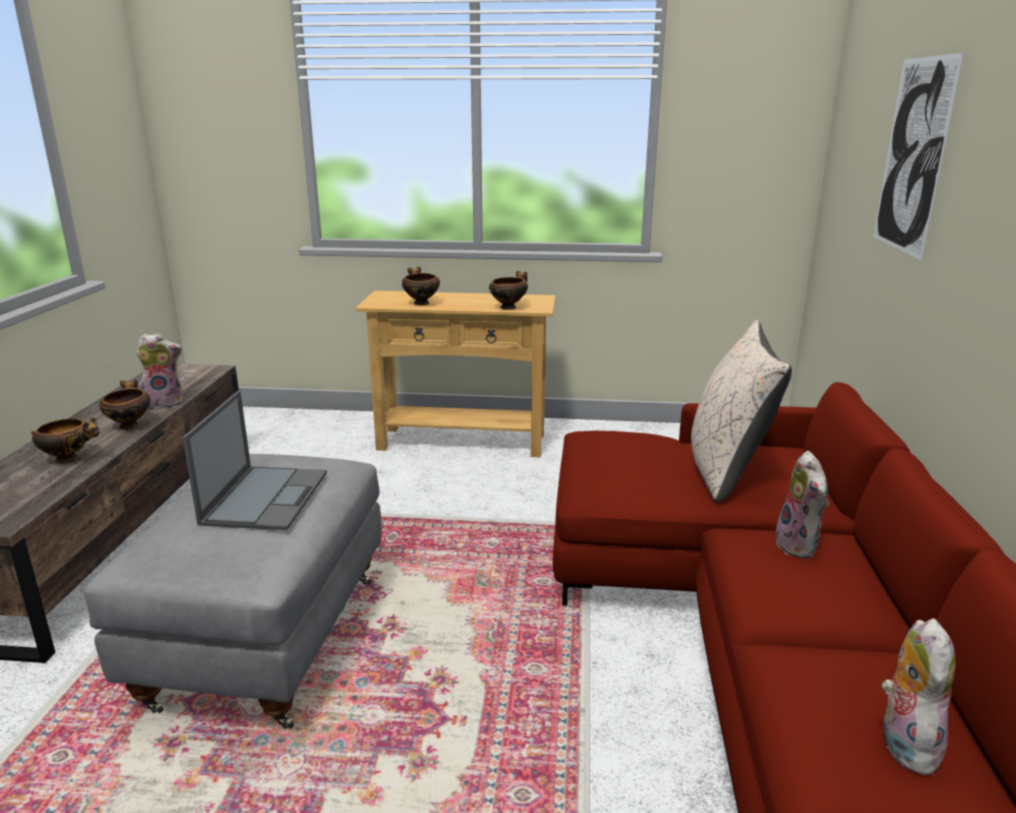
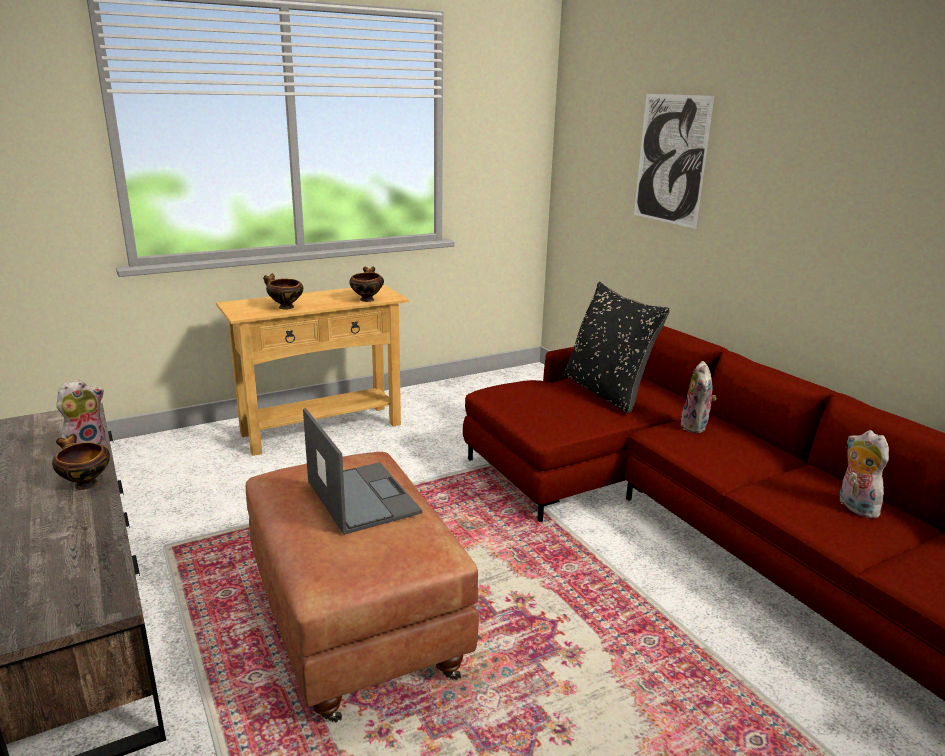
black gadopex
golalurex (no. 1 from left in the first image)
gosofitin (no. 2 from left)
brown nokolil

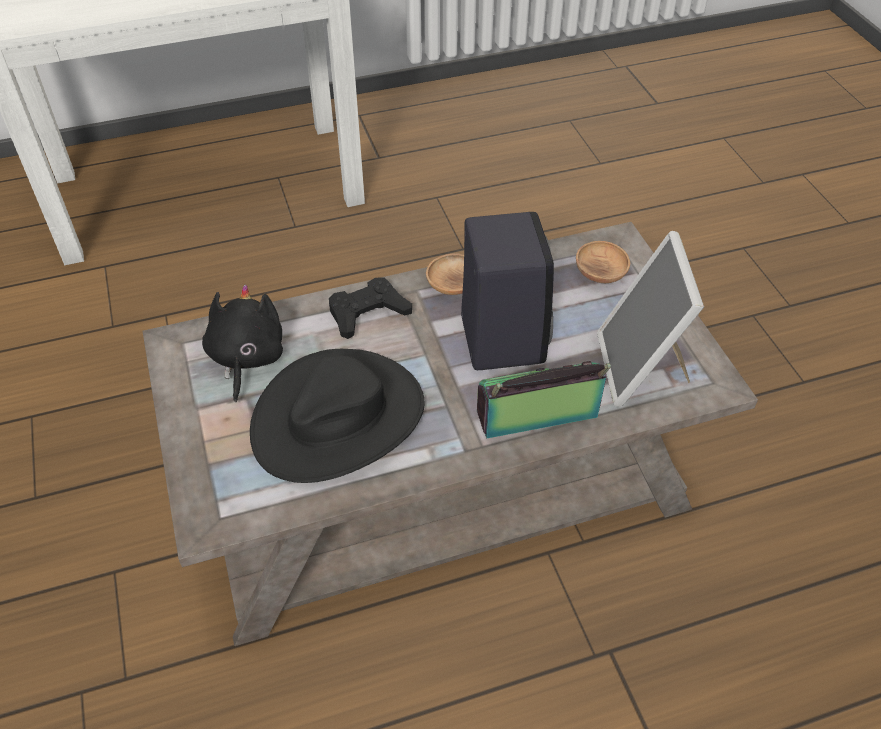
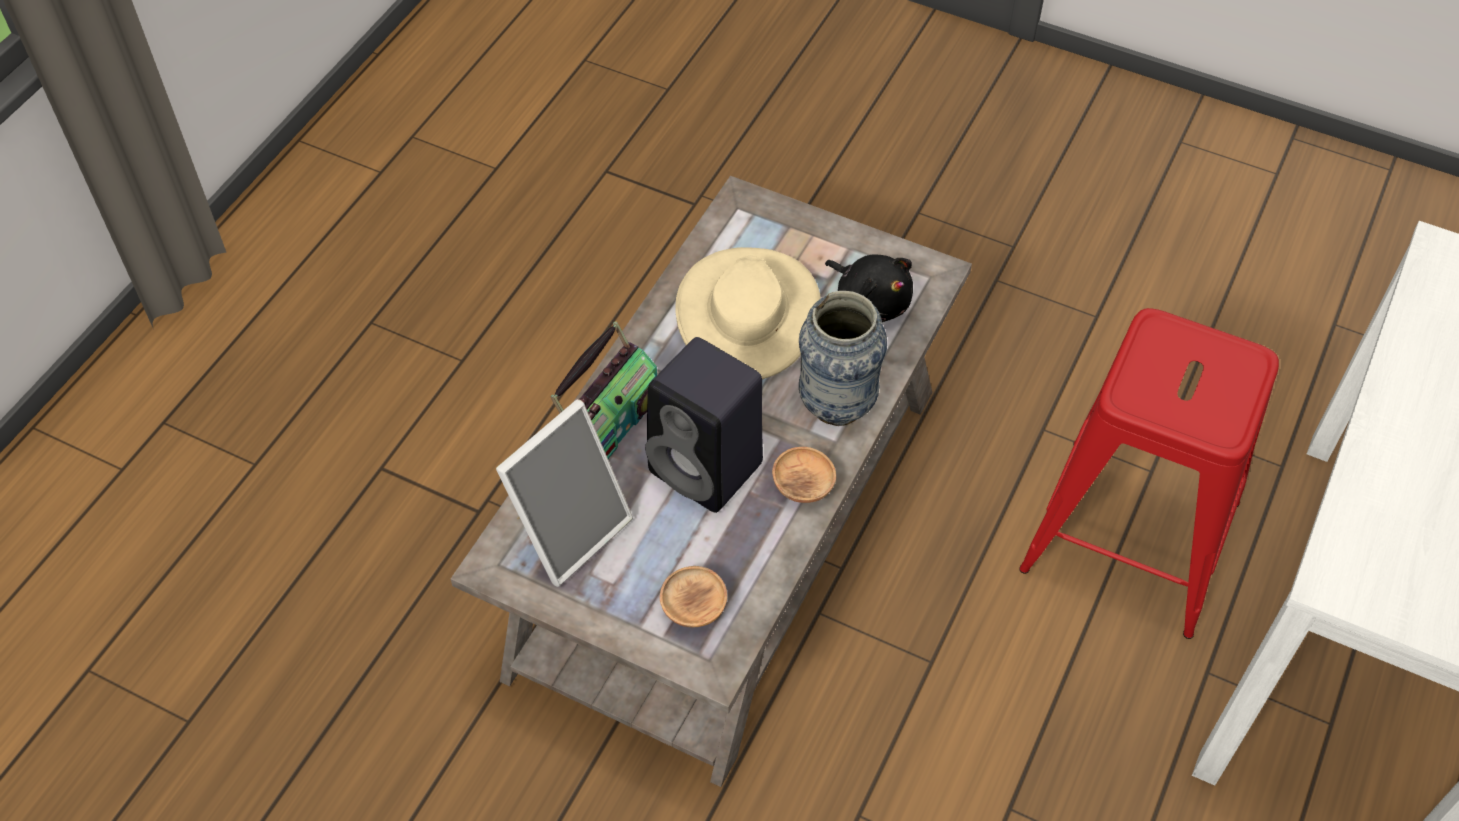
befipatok
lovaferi
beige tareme
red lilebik

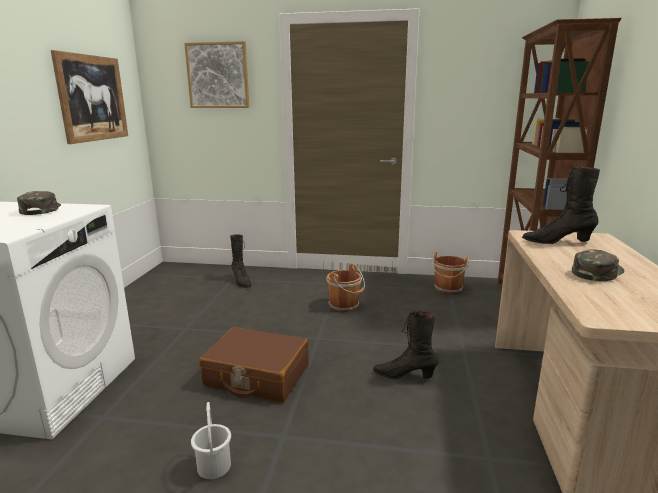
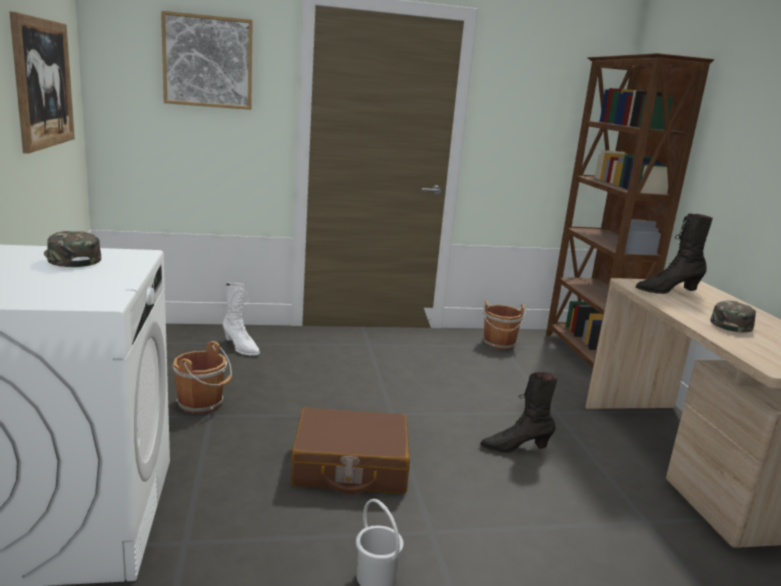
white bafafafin
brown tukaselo (no. 1 from left)

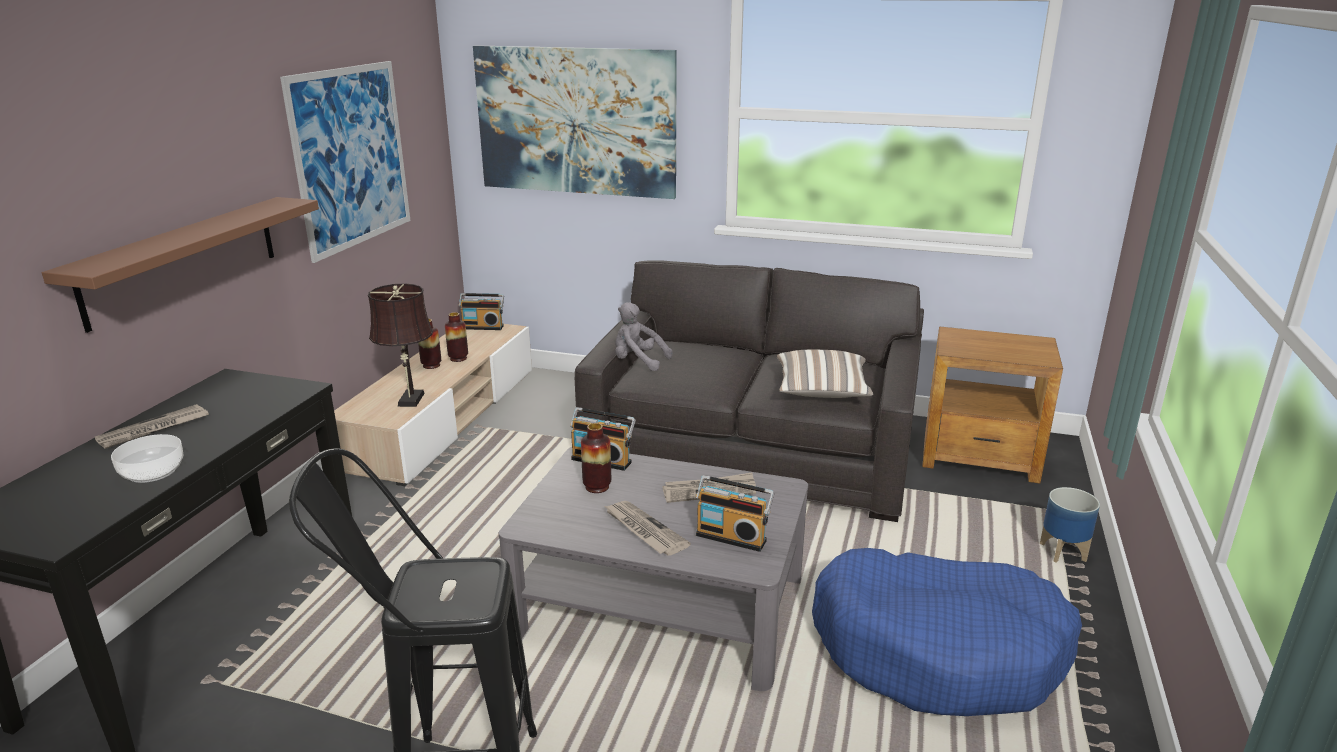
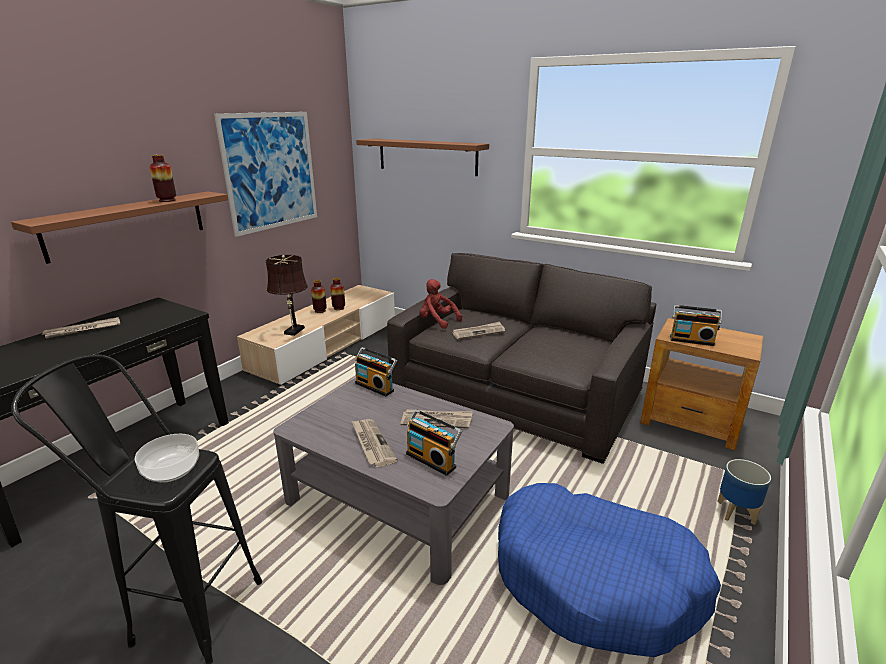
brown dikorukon (no. 2 from left)
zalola (no. 3 from left)
red gosofitin
gadopex
lovaferi (no. 1 from left)
golalurex
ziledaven (no. 4 from left)

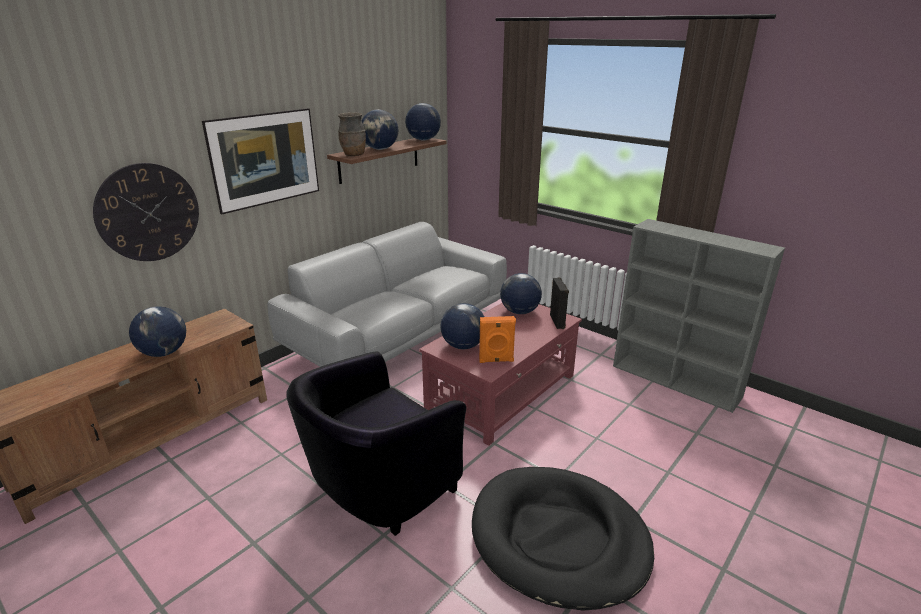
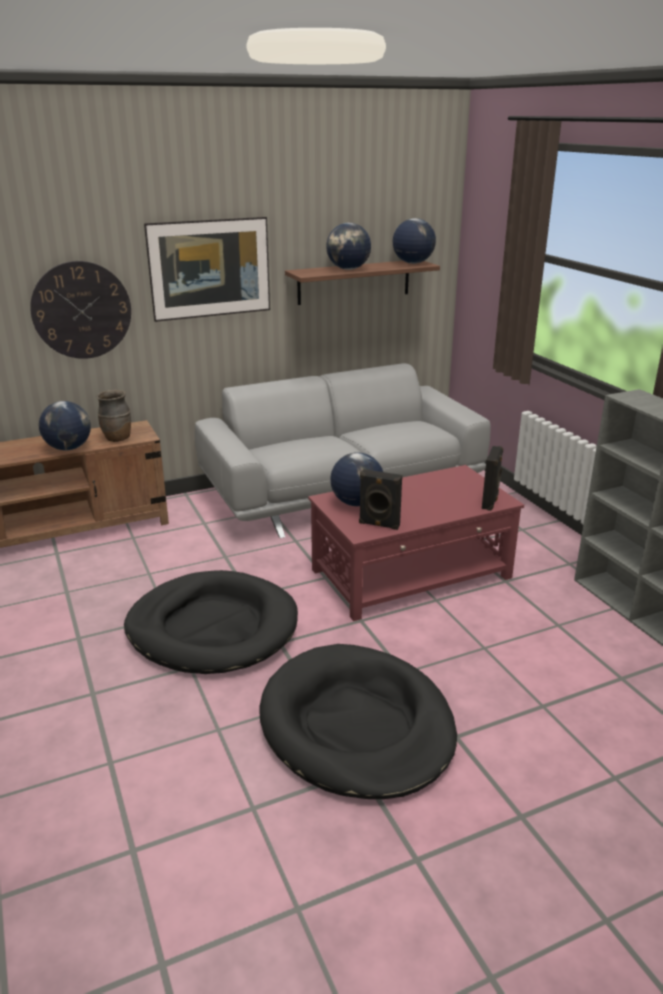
brown lovaferi
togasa (no. 5 from left in the first image)
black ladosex (no. 1 from left)
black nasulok (no. 1 from left)

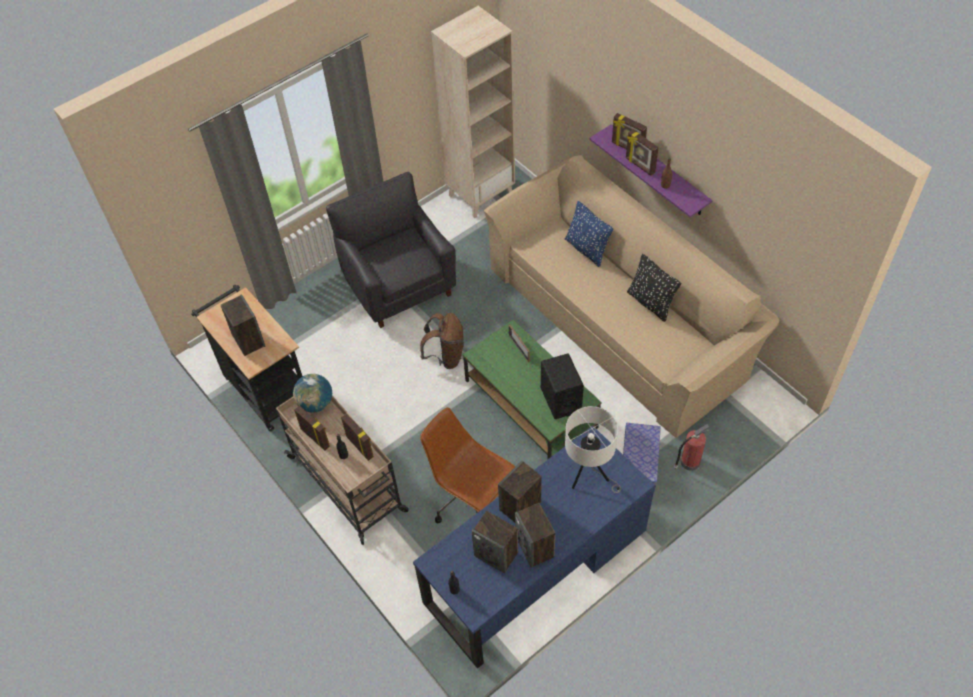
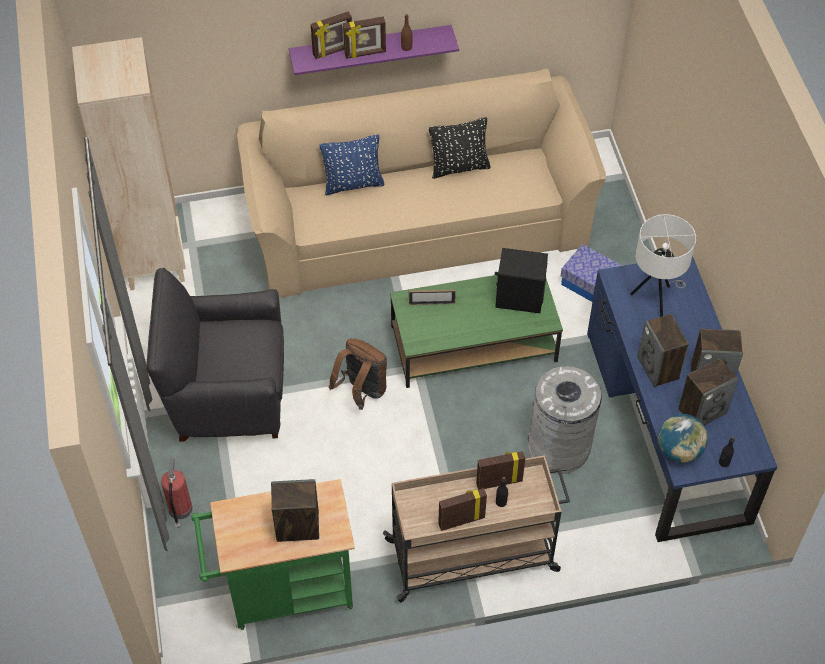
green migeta
togasa
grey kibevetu
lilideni

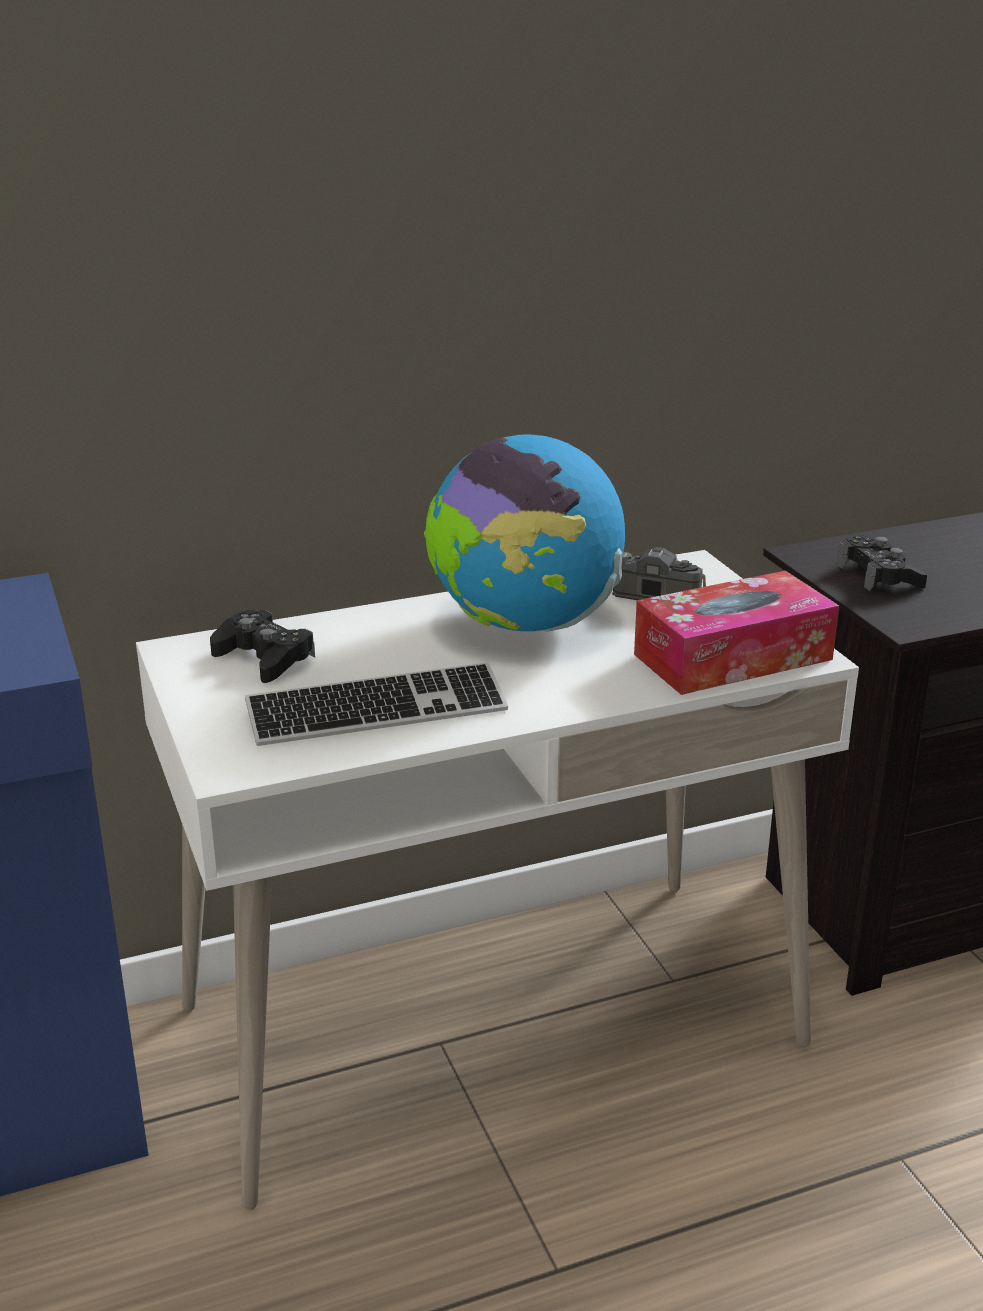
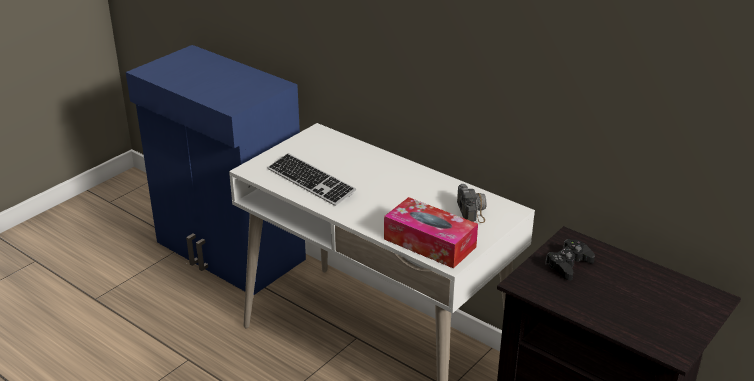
togasa
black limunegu (no. 1 from left in the first image)

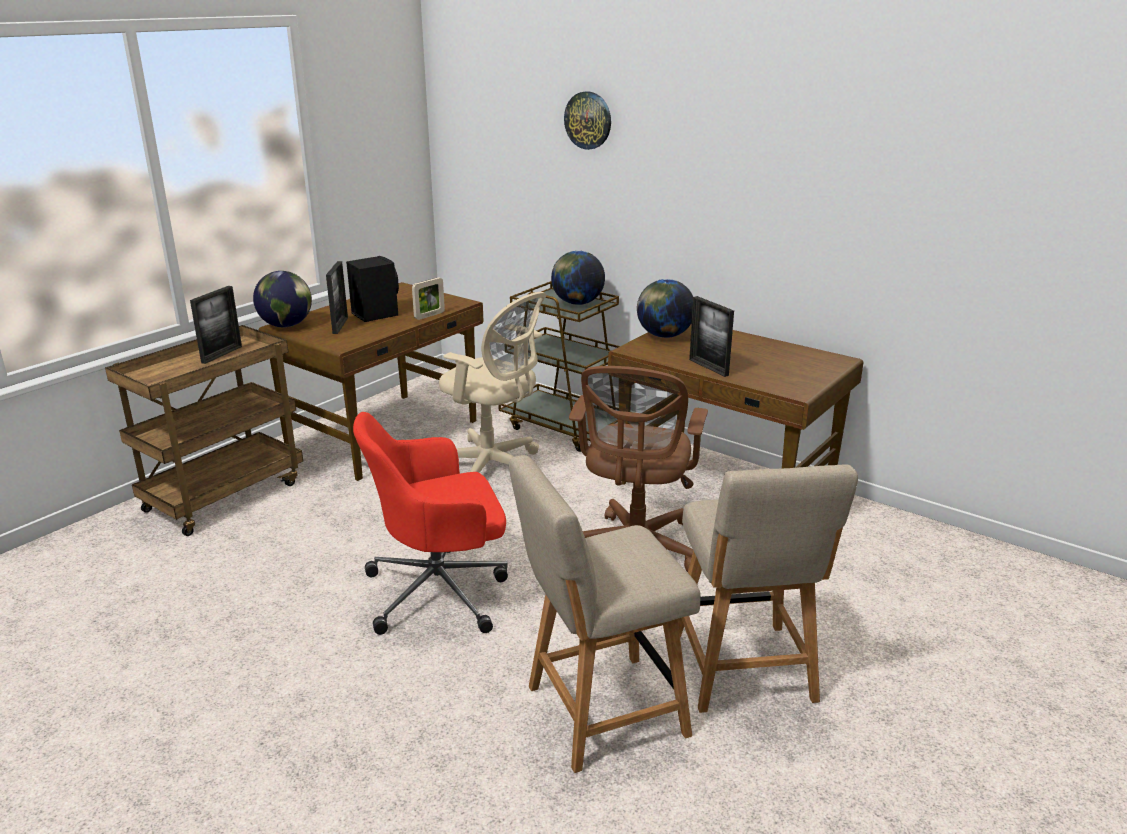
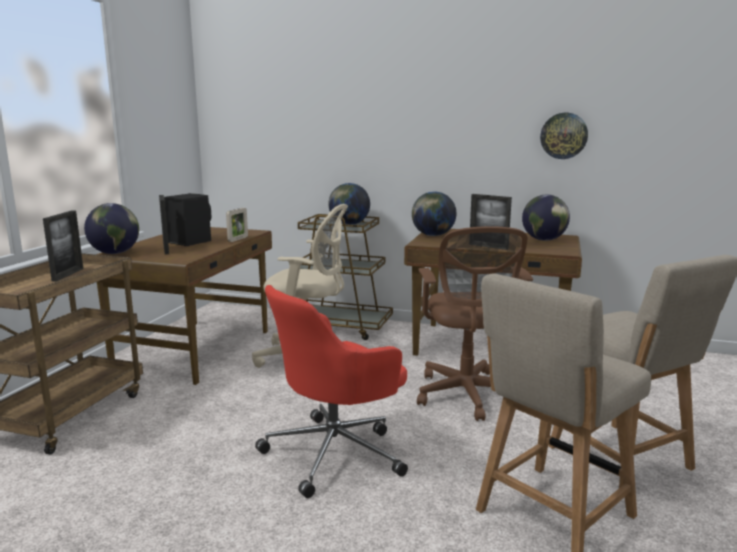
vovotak
togasa (no. 4 from left)

